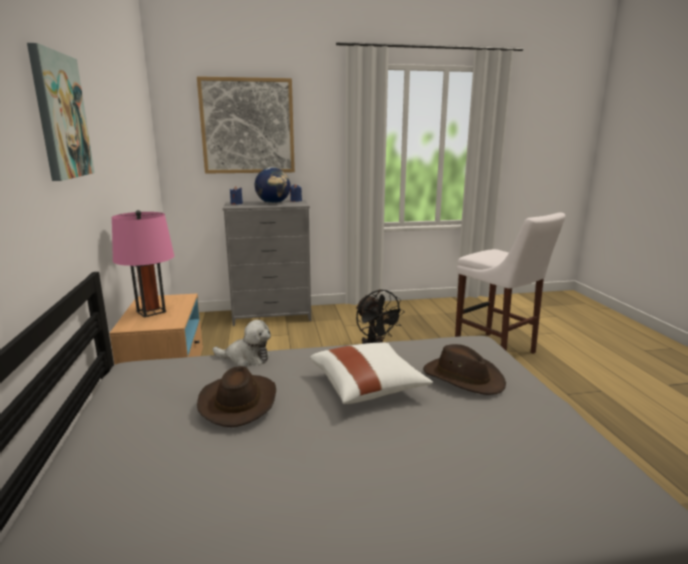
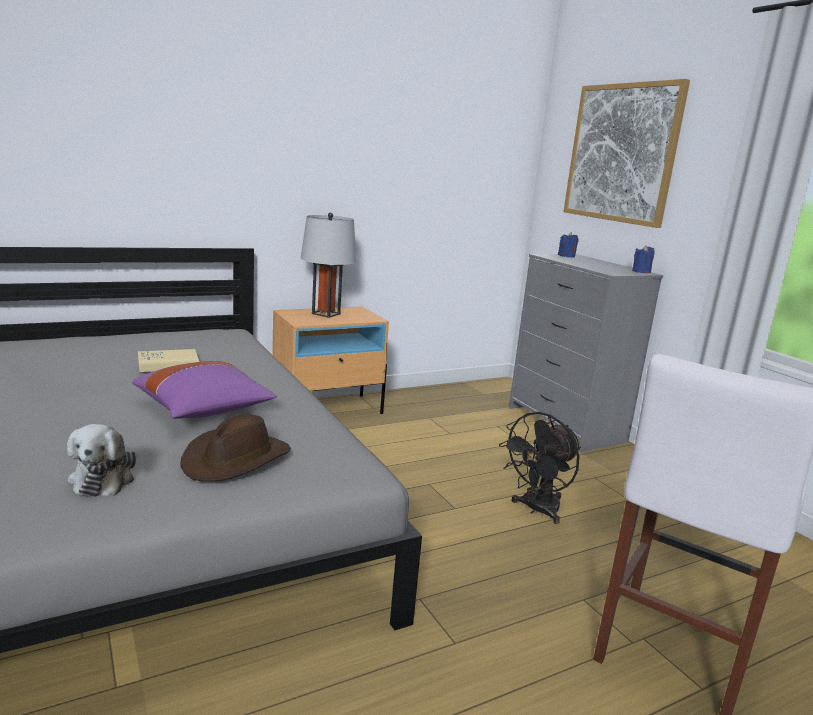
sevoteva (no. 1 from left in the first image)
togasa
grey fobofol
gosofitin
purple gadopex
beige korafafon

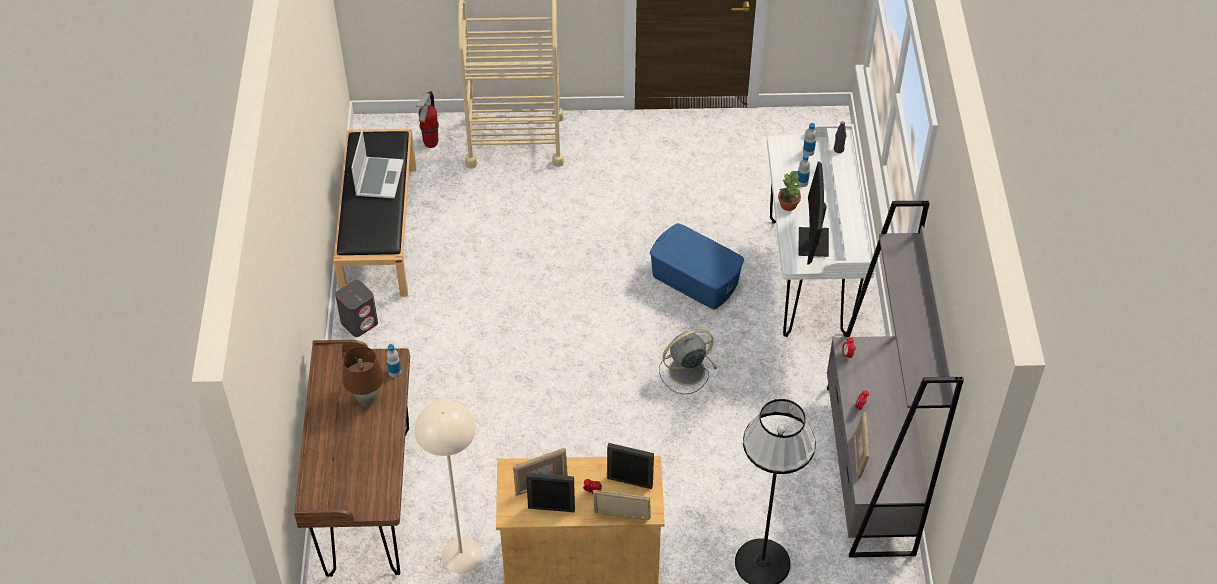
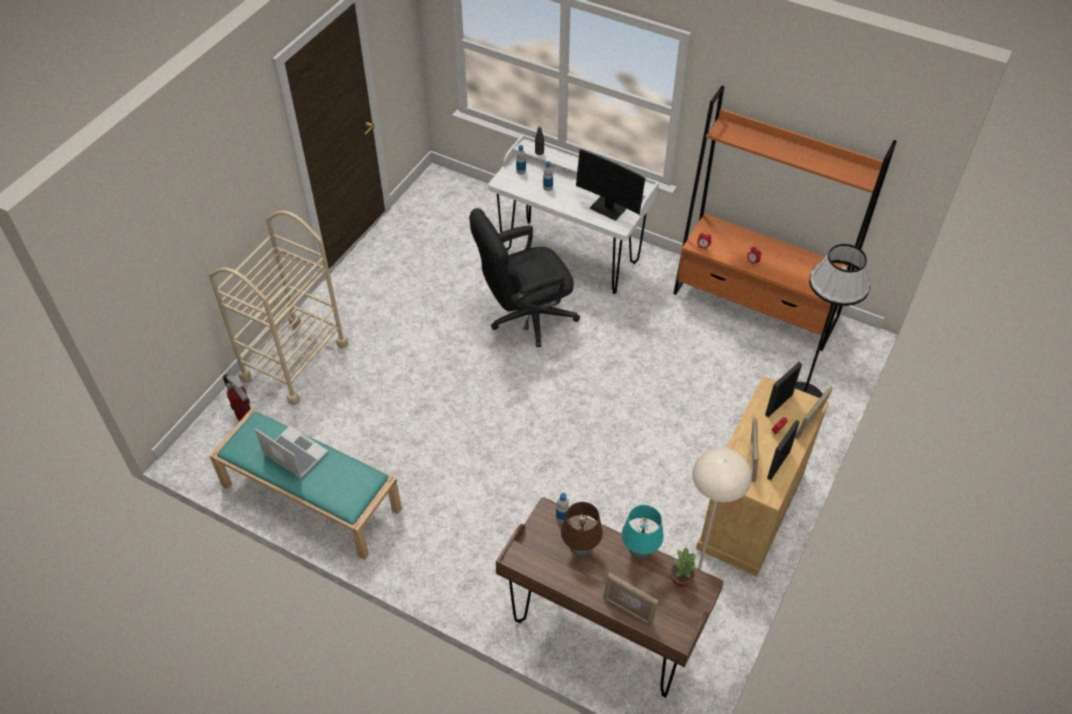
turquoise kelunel
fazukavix
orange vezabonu
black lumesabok
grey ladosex
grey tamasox
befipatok (no. 1 from left)
turquoise fobofol

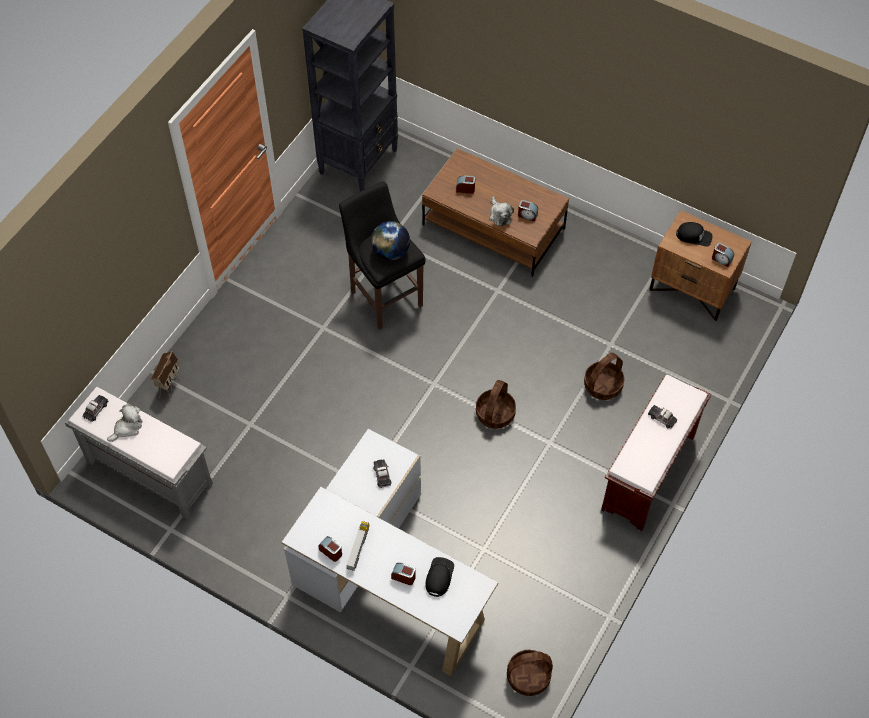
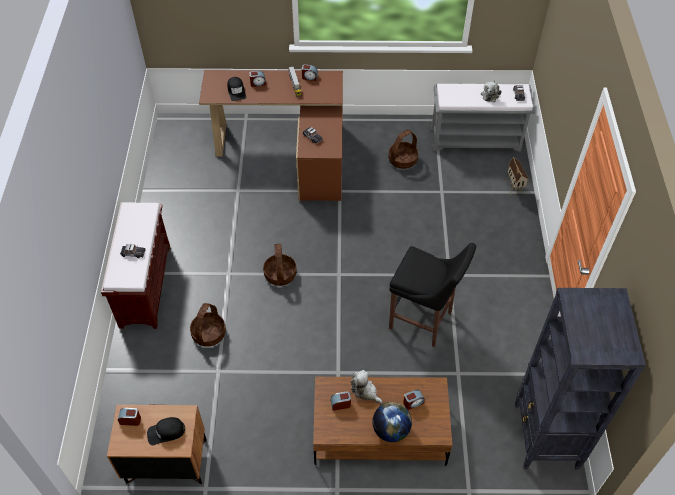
togasa
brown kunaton
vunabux (no. 3 from left)

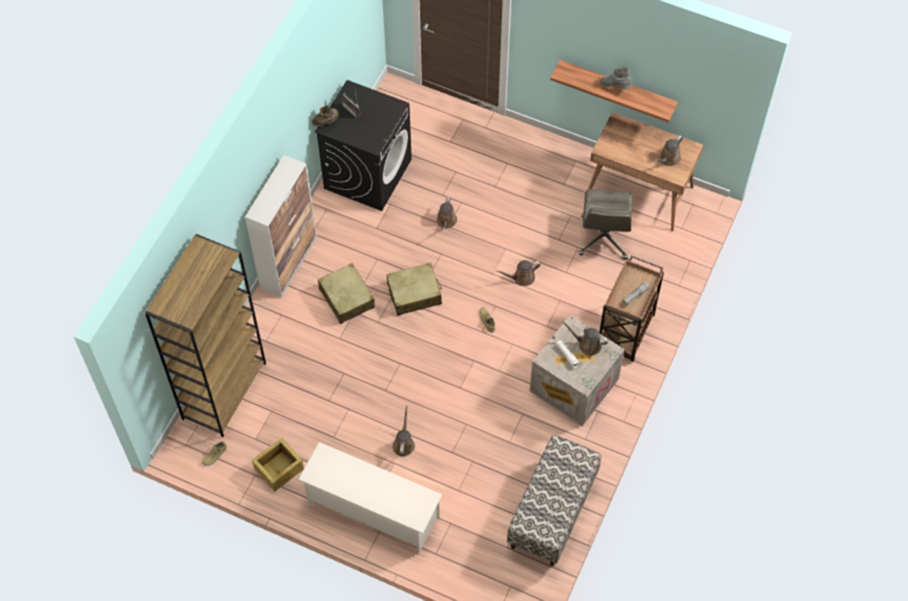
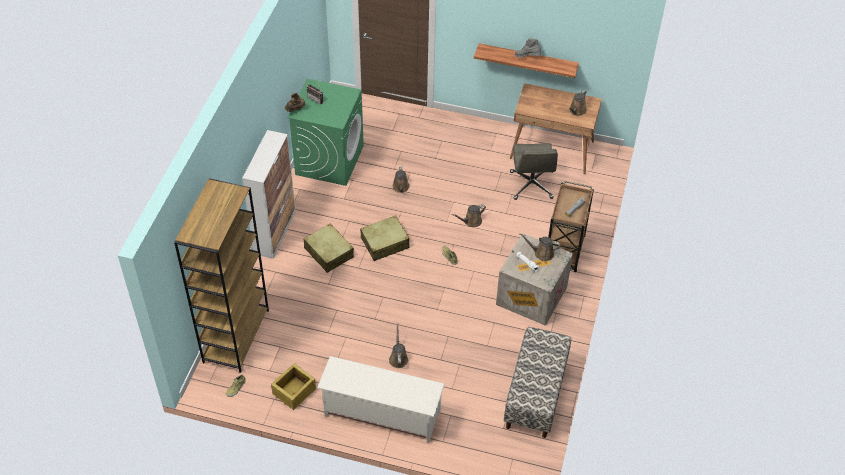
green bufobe

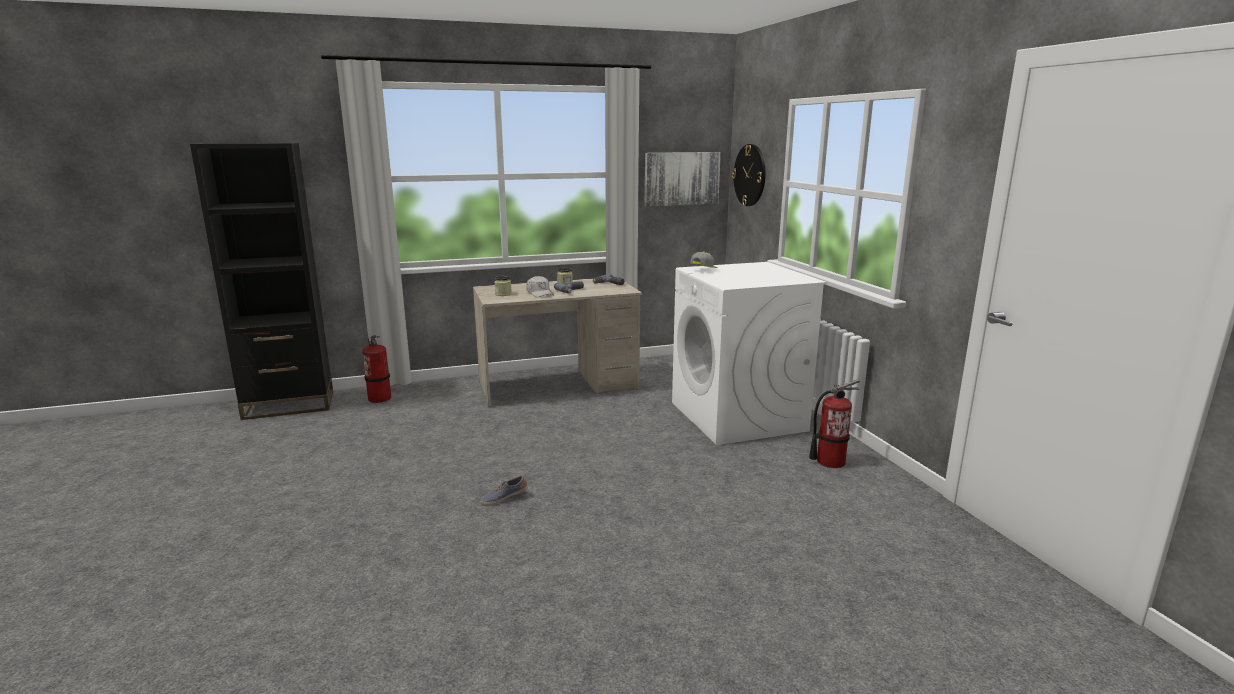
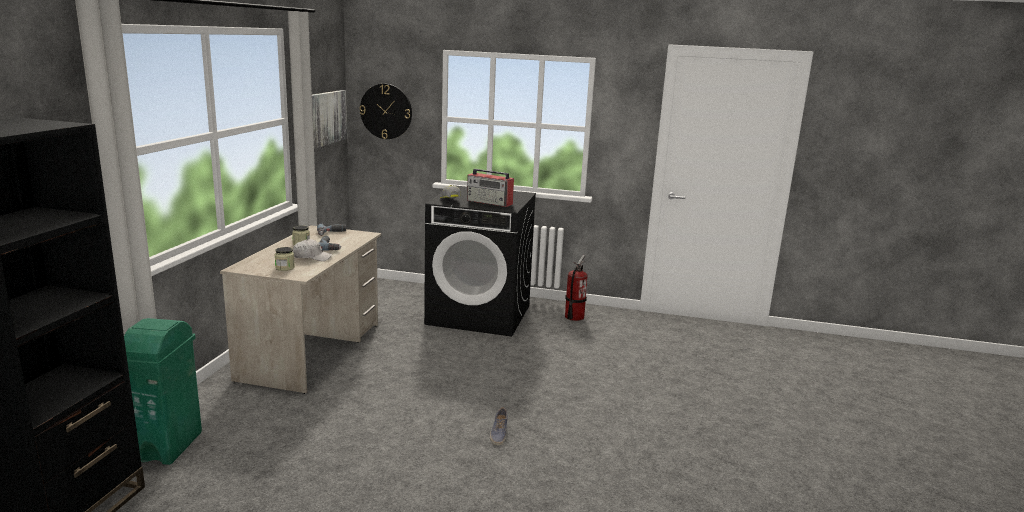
black bufobe
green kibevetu
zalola

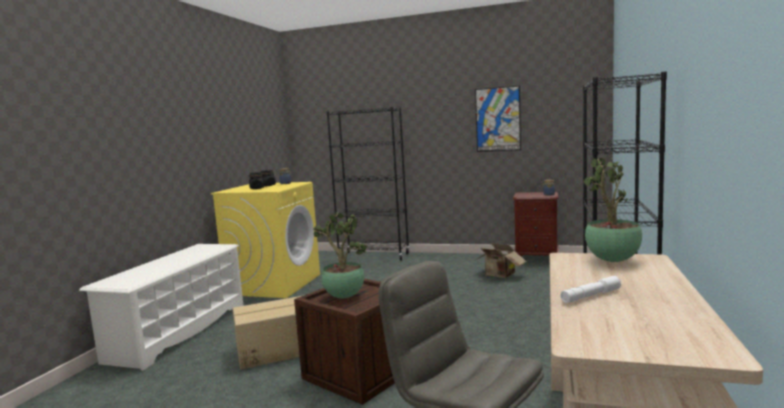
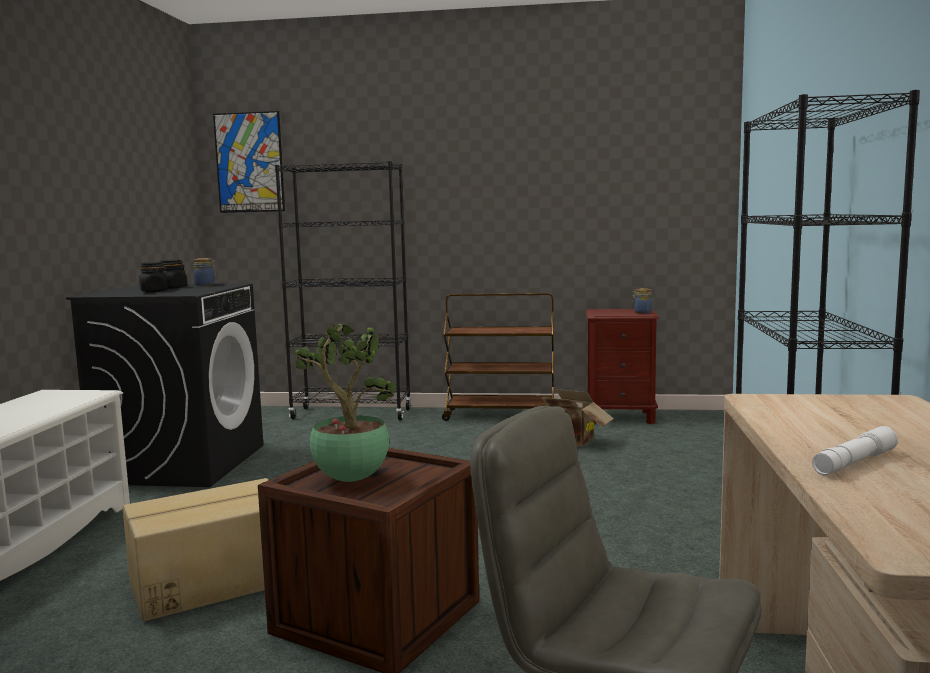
sevoteva
fazukavix (no. 2 from left in the first image)
black bufobe
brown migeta

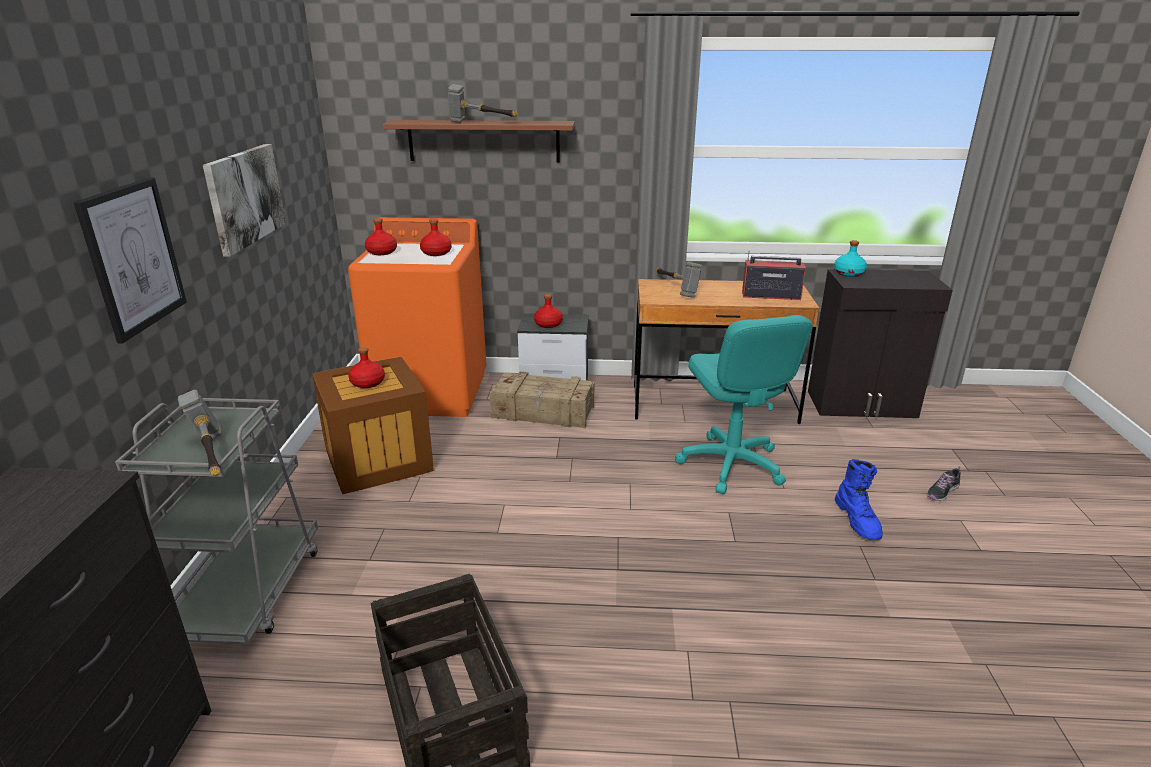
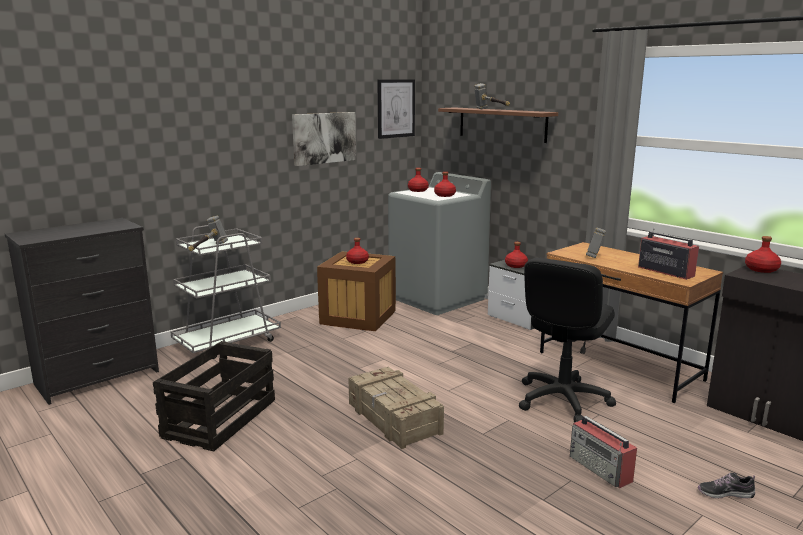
sevoteva (no. 2 from left)
grey bufobe
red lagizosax (no. 5 from left)
black lumesabok
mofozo (no. 3 from left)
zalola (no. 1 from left)

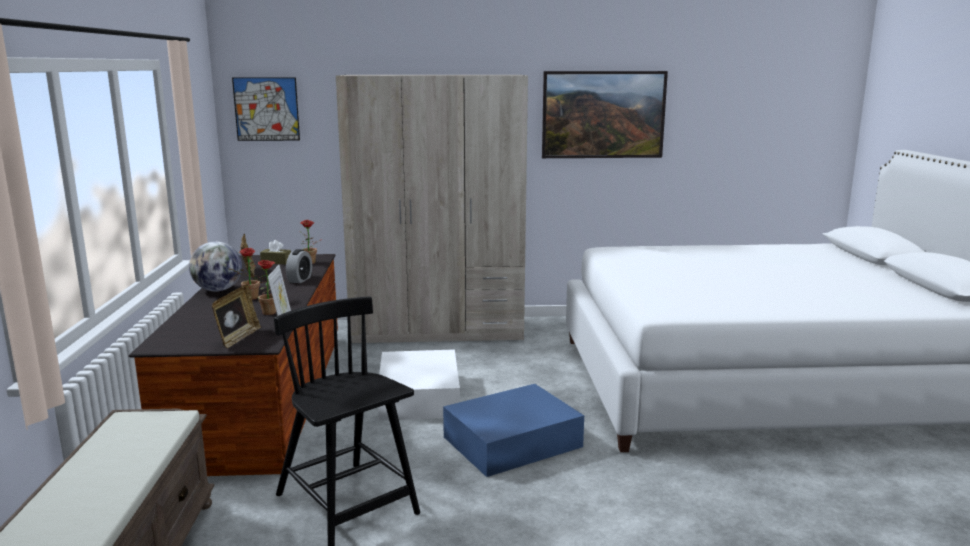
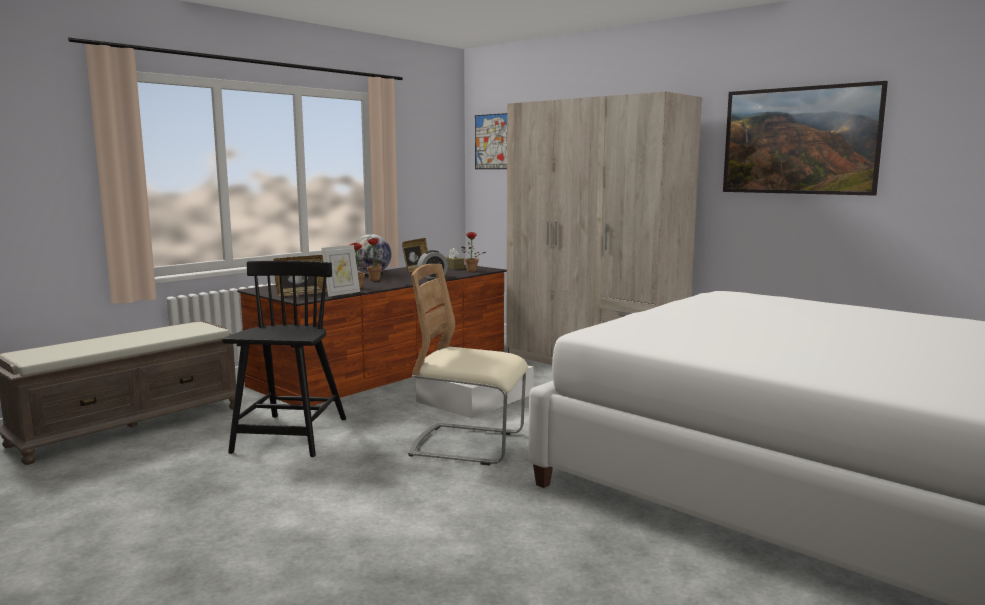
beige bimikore

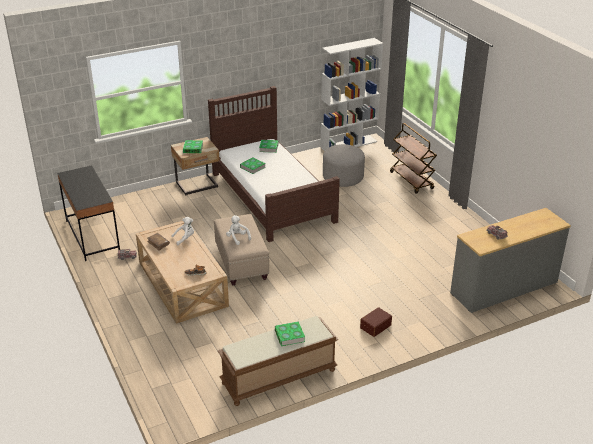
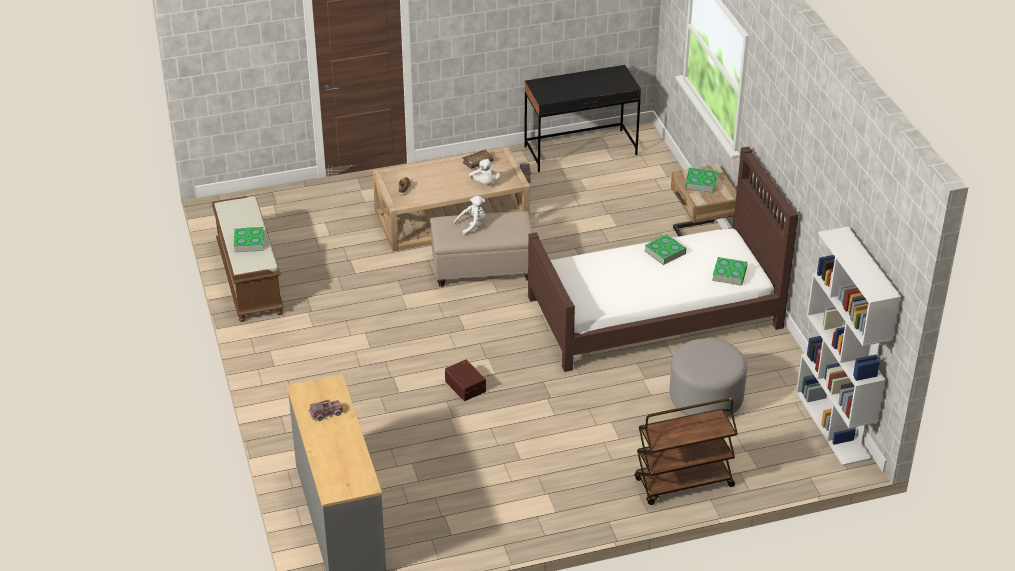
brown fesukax

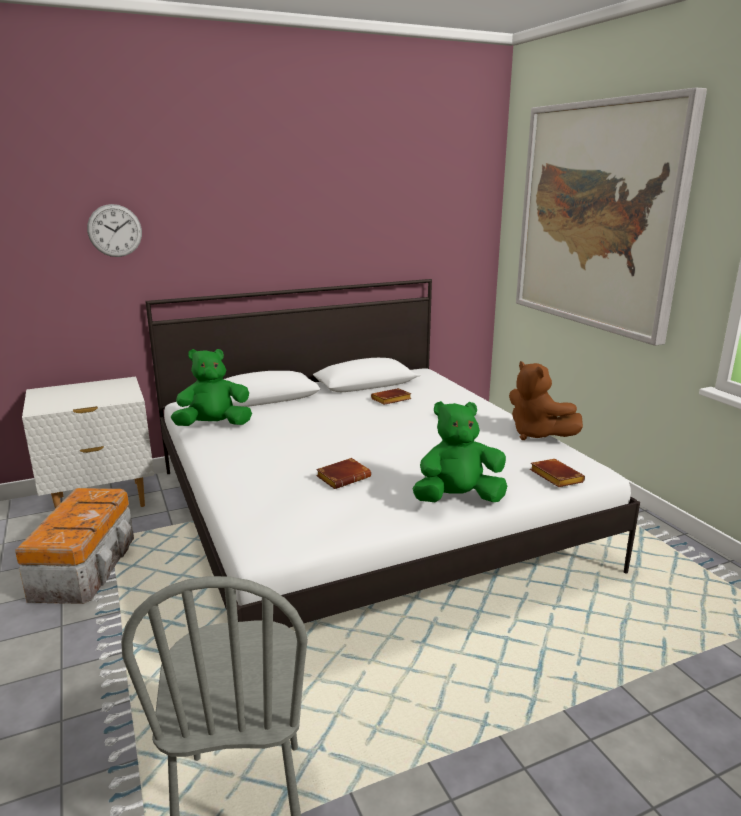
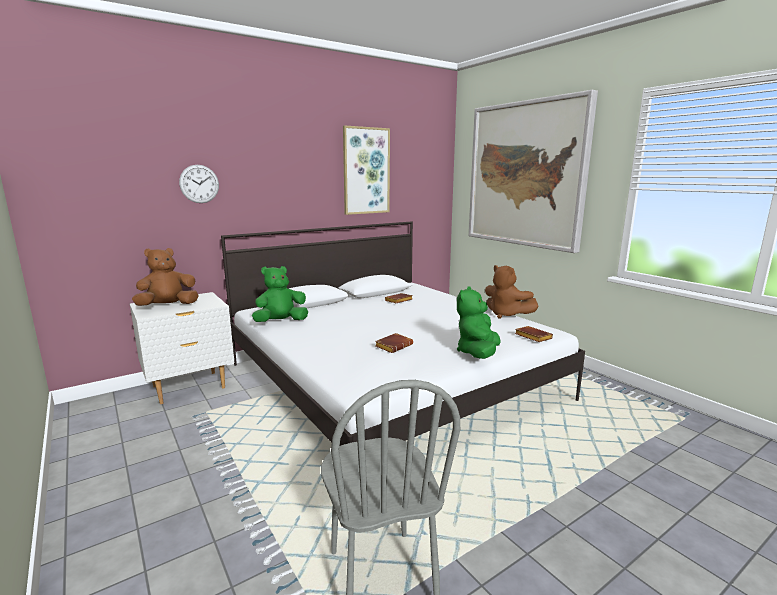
green gosofitin (no. 2 from left)
fesukax
sevoteva (no. 1 from left)
brown gosofitin (no. 1 from left)

